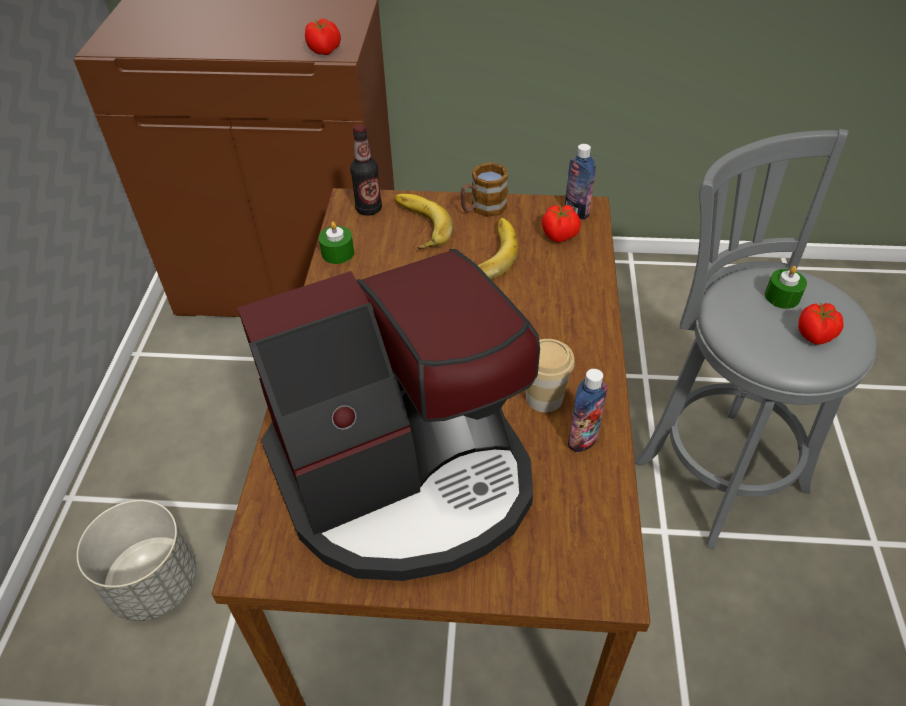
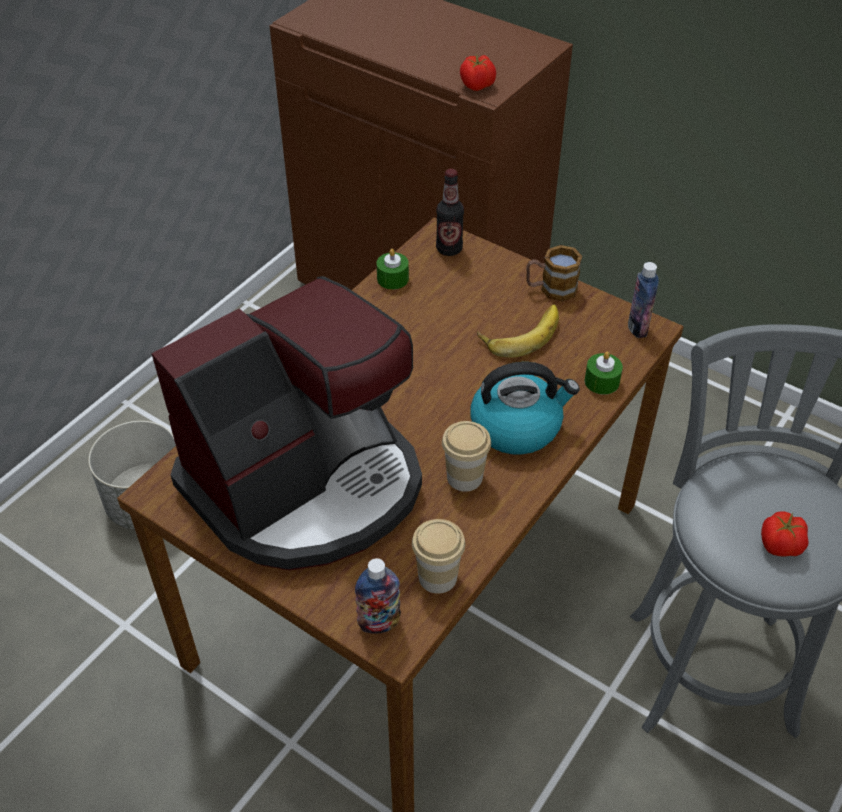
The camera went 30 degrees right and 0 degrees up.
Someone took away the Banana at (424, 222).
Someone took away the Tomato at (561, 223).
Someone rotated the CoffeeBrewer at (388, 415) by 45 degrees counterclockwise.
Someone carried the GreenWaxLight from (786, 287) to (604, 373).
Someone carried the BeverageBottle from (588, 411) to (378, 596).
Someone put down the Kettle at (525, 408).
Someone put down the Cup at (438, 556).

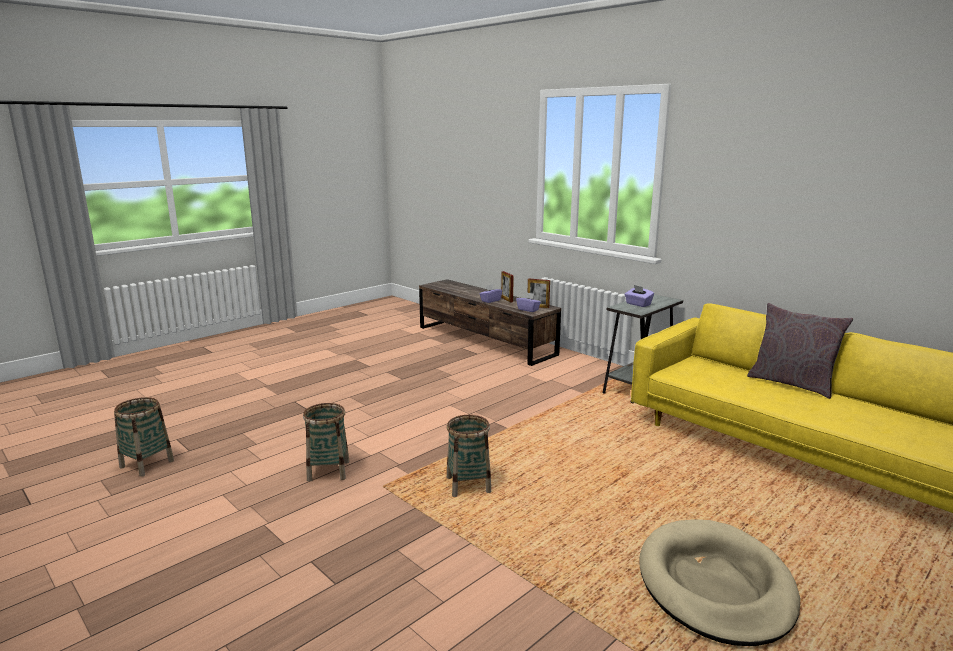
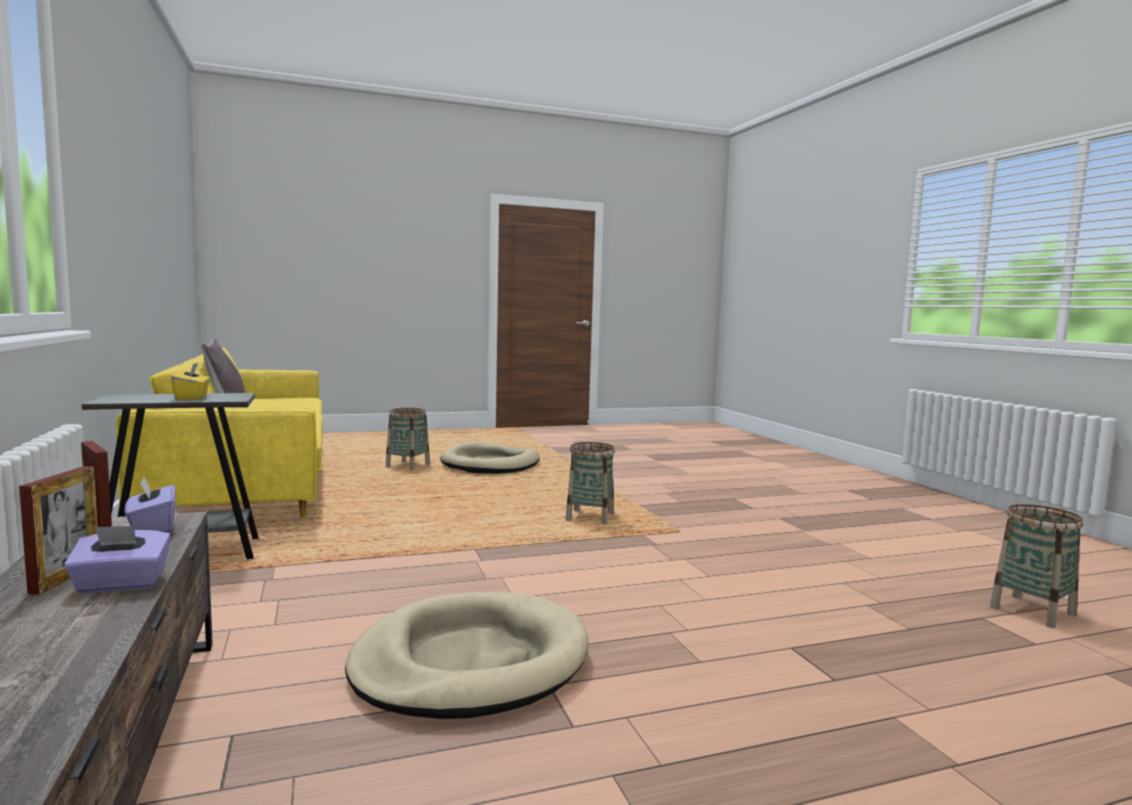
The camera went 155 degrees left and 10 degrees down.
Someone repainted the PurpleColouredTissueHolder at (639, 296), which became the YellowTissueHolder at (190, 381).
Someone carried the Basket from (326, 442) to (408, 439).
Someone put down the BeigeColouredPetBed at (467, 655).

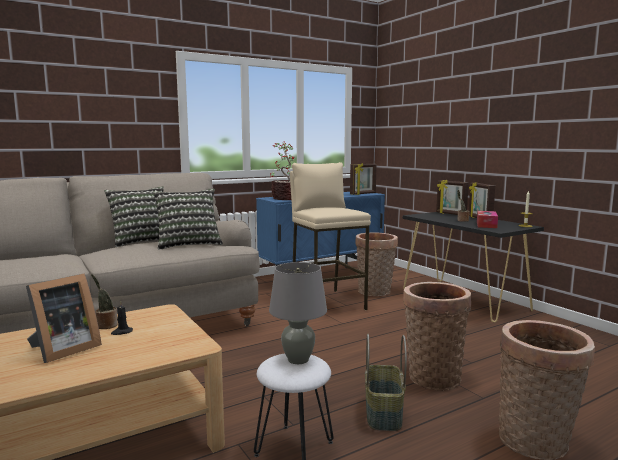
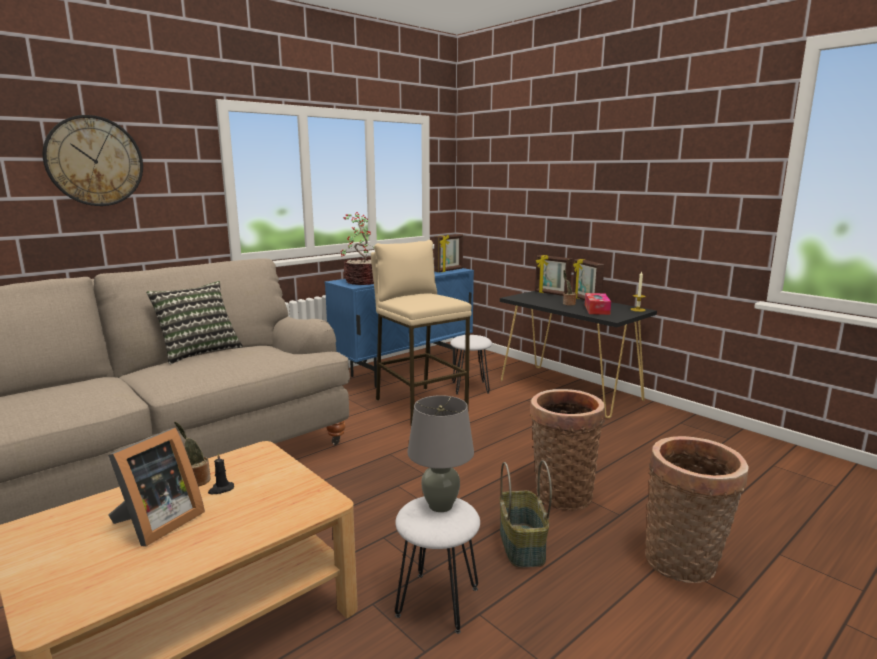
The camera went 10 degrees left and 5 degrees up.
Someone took away the Cushion at (188, 219).
Someone swapped the Basket at (376, 264) for the WhiteColouredSittingStool at (471, 364).
Someone put up the ClockOnTheWall at (93, 160).

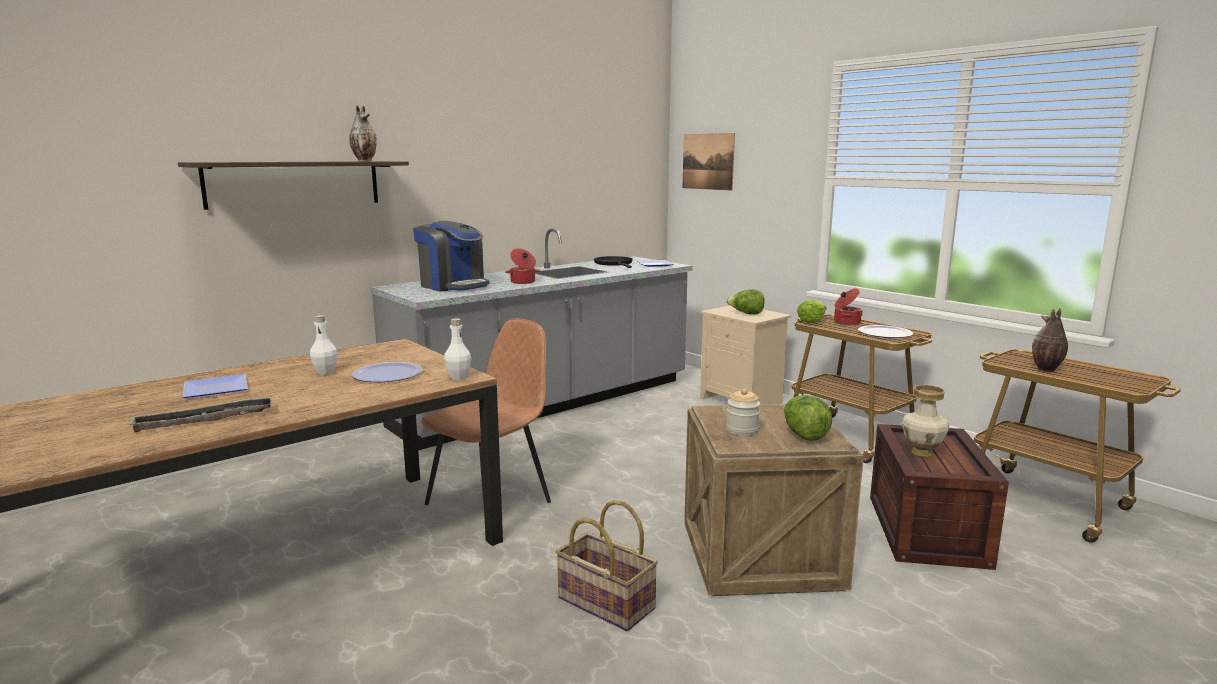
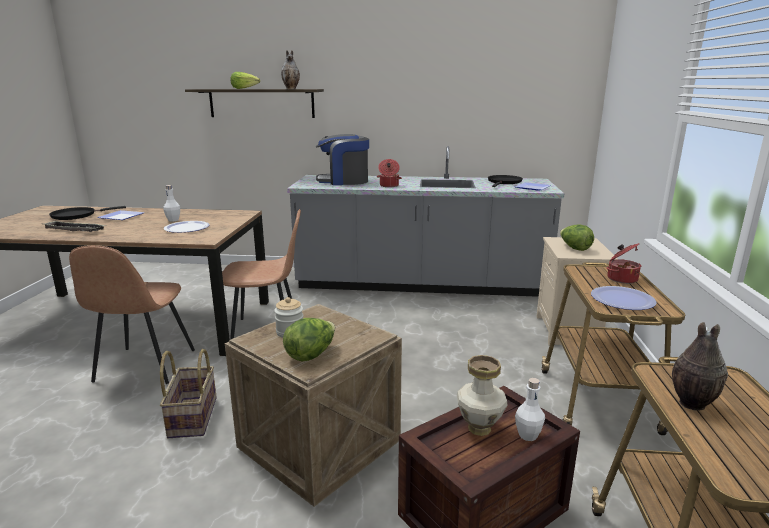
The camera went 45 degrees right and 5 degrees up.
Someone took away the WallPicture at (709, 162).
Someone rotated the CoffeeBrewer at (451, 256) by 90 degrees clockwise.
Someone carried the HeadOfLettuce from (812, 311) to (245, 80).
Someone carried the WhiteColouredBeverageBottle from (457, 349) to (530, 409).
Someone put down the BlackColouredPan at (87, 213).
Someone put down the BrownColouredUprightChair at (132, 314).

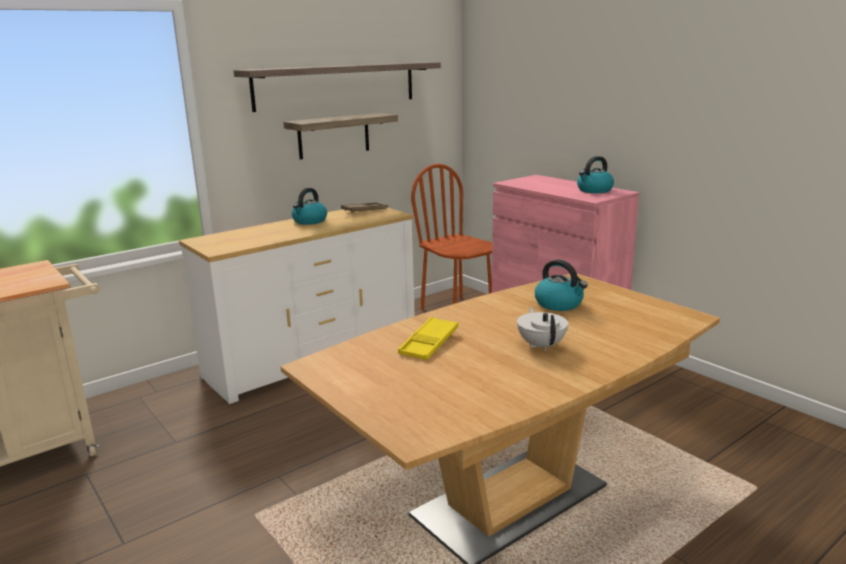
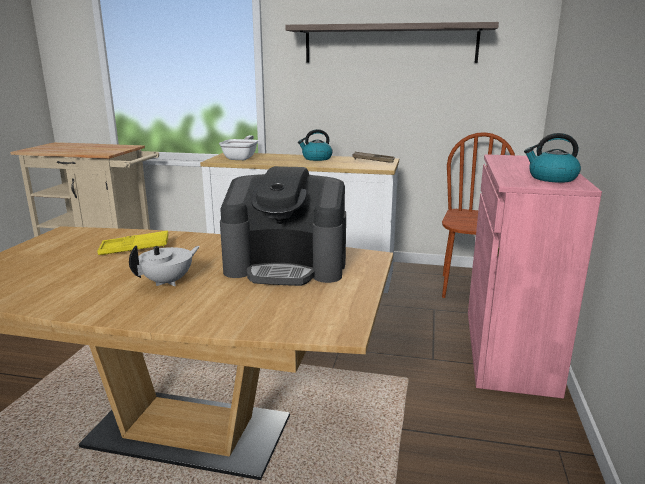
The camera went 50 degrees right and 0 degrees up.
Someone took away the WallShelf at (340, 136).
Someone swapped the Kettle at (561, 285) for the CoffeeBrewer at (283, 226).
Someone put down the Pan at (238, 147).

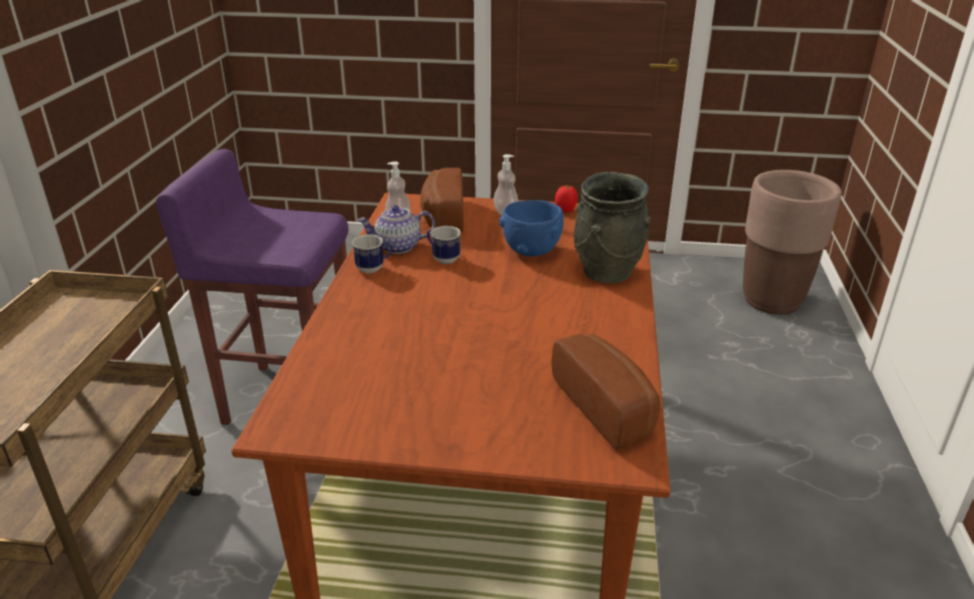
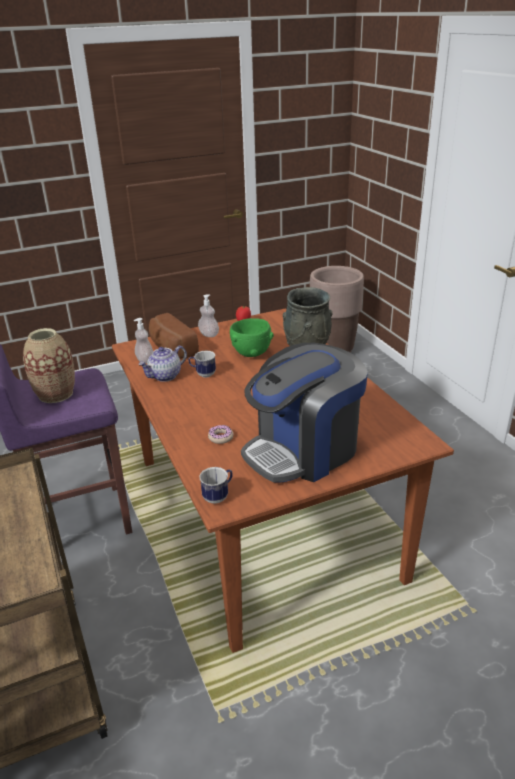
The camera went 30 degrees left and 0 degrees up.
Someone repainted the BluishDeepDish at (531, 228), which became the GreenDeepDish at (252, 337).
Someone carried the CoffeeMug from (372, 253) to (216, 485).
Someone took away the BakeryBread at (606, 392).
Someone put down the DecorativeVase at (49, 365).
Someone put down the CoffeeBrewer at (304, 413).
Someone put down the Donut at (221, 434).

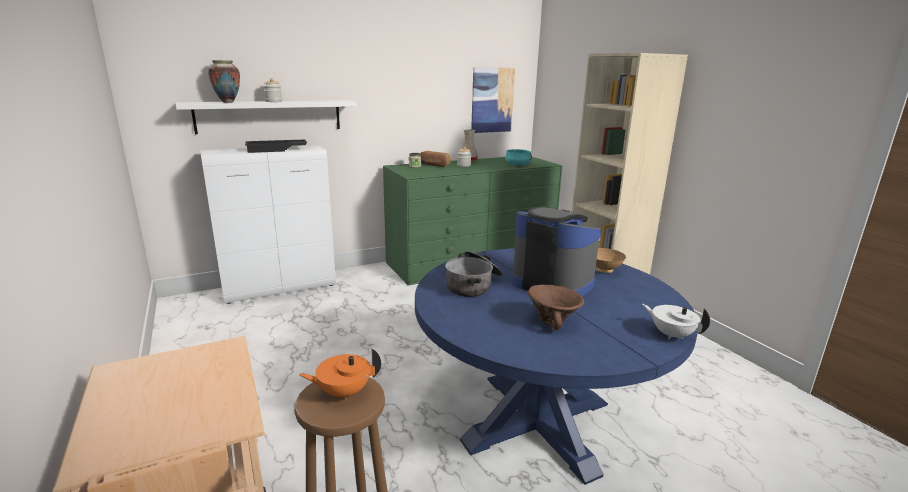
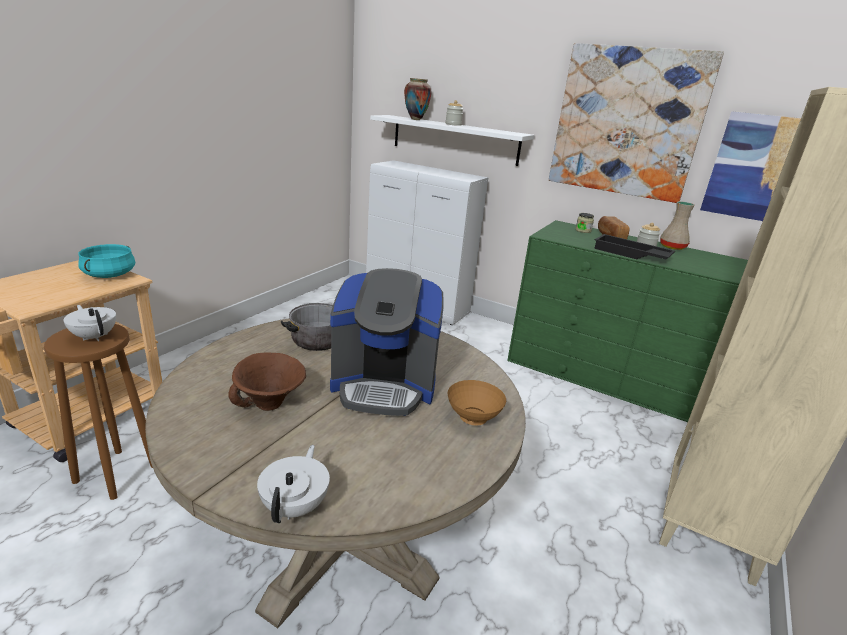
The camera went 55 degrees right and 5 degrees up.
Someone carried the BlackColouredServingTray from (276, 146) to (634, 246).
Someone carried the TurquoiseColouredStockpot from (518, 157) to (106, 261).
Someone rotated the CoffeeBrewer at (556, 252) by 90 degrees clockwise.
Someone repainted the BluishDiningTable at (556, 366), which became the BeigeColouredDiningTable at (335, 473).
Someone repainted the OrangeyPotForTea at (340, 374), which became the WhiteColouredPotForTea at (89, 323).
Someone put up the WallPicture at (636, 123).

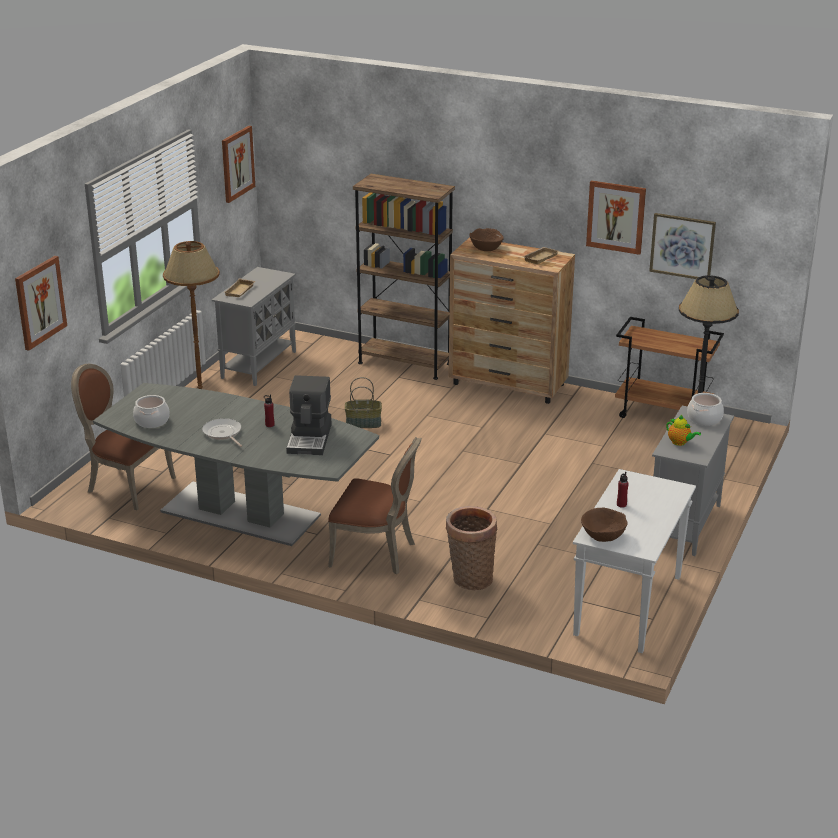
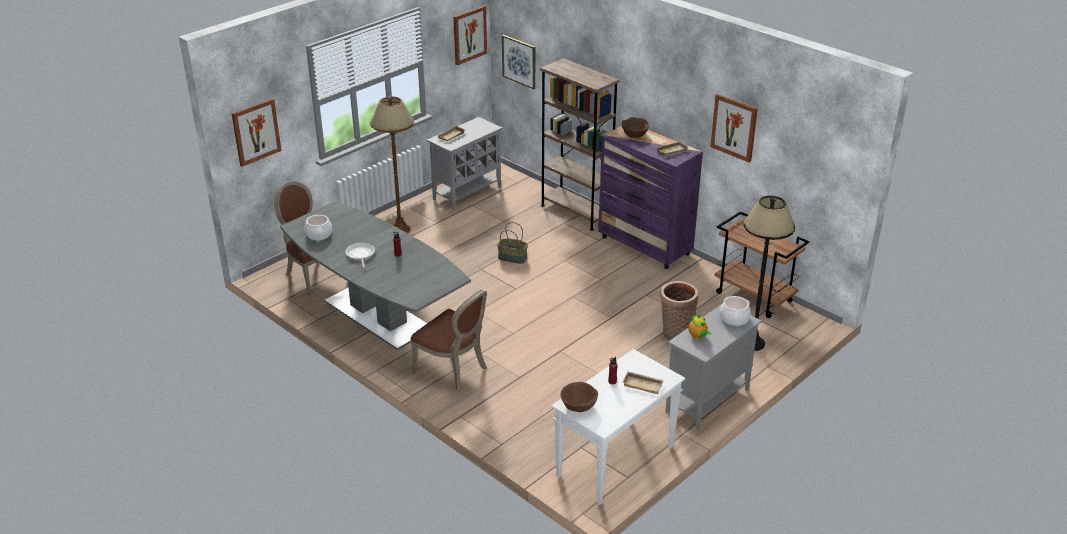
The camera went 20 degrees right and 5 degrees up.
Someone carried the WallPicture from (682, 246) to (518, 62).
Someone repainted the BrownColouredDrawerChest at (512, 320), which became the PurpleColouredDrawerChest at (650, 197).
Someone took away the CoffeeBrewer at (309, 415).
Someone carried the Basket from (471, 548) to (679, 311).
Someone put down the BeigeColouredServingTray at (643, 382).

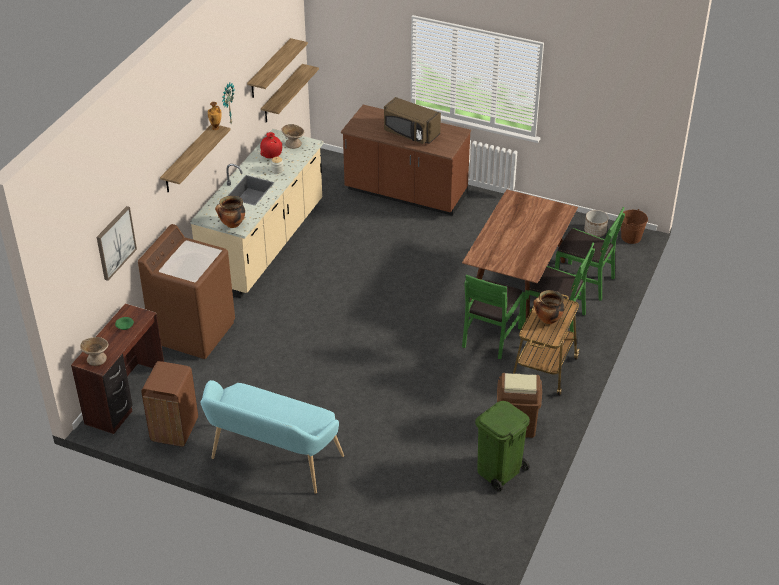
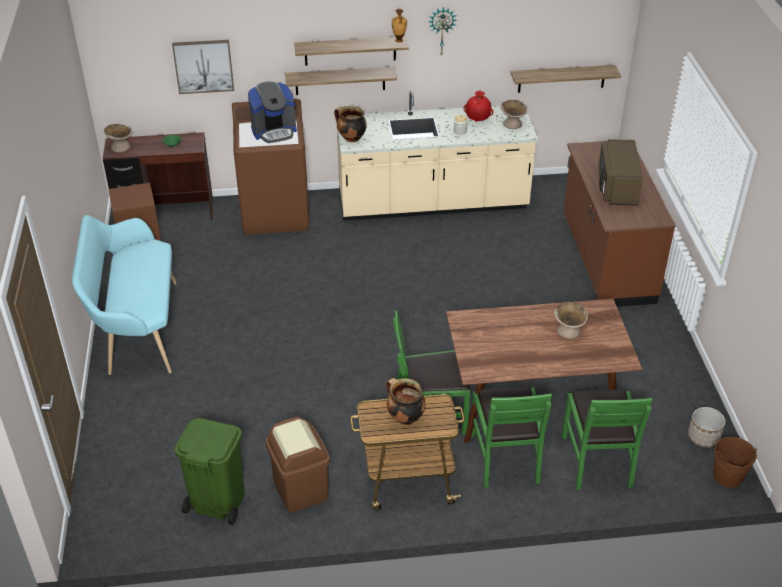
The camera went 60 degrees right and 0 degrees up.
Someone carried the WallShelf from (277, 68) to (341, 81).
Someone put down the CoffeeBrewer at (272, 112).
Someone put down the BeigeColouredDeepDish at (571, 320).

